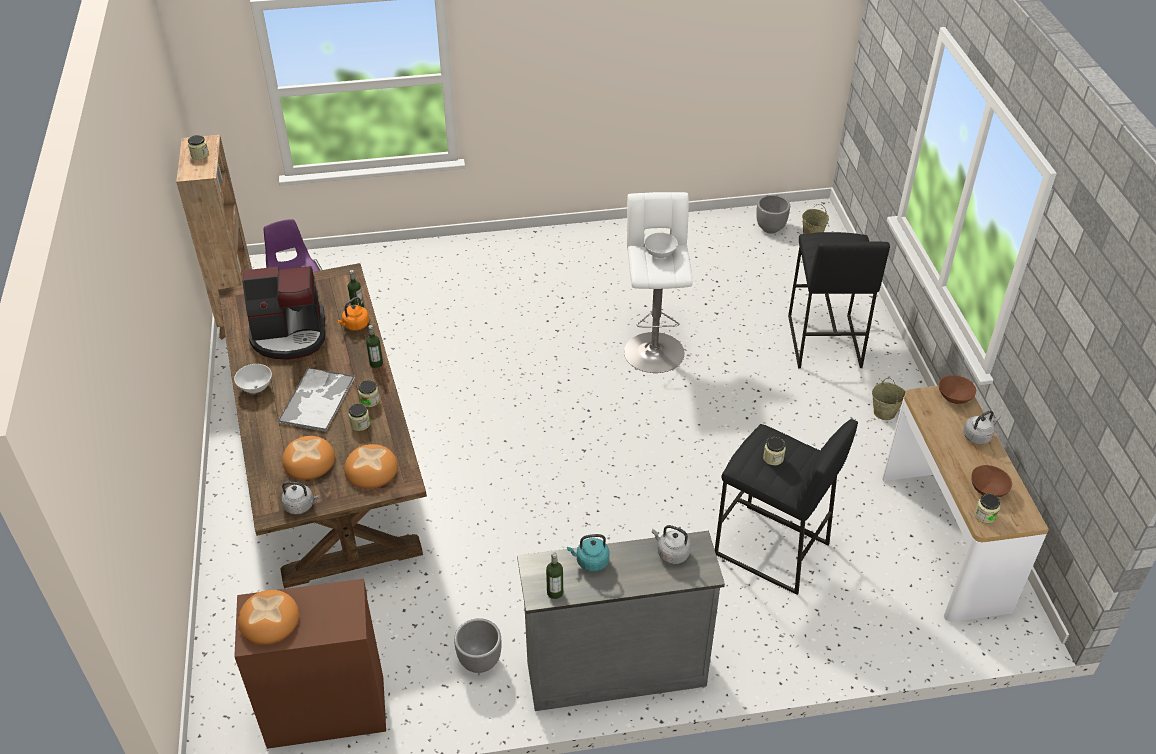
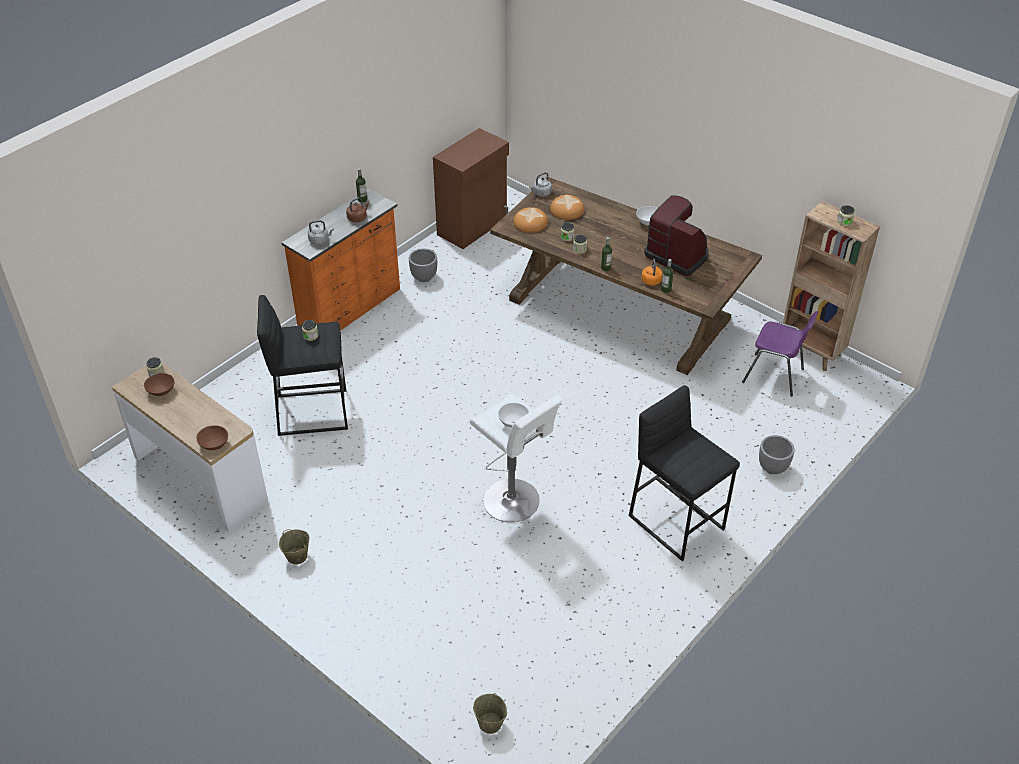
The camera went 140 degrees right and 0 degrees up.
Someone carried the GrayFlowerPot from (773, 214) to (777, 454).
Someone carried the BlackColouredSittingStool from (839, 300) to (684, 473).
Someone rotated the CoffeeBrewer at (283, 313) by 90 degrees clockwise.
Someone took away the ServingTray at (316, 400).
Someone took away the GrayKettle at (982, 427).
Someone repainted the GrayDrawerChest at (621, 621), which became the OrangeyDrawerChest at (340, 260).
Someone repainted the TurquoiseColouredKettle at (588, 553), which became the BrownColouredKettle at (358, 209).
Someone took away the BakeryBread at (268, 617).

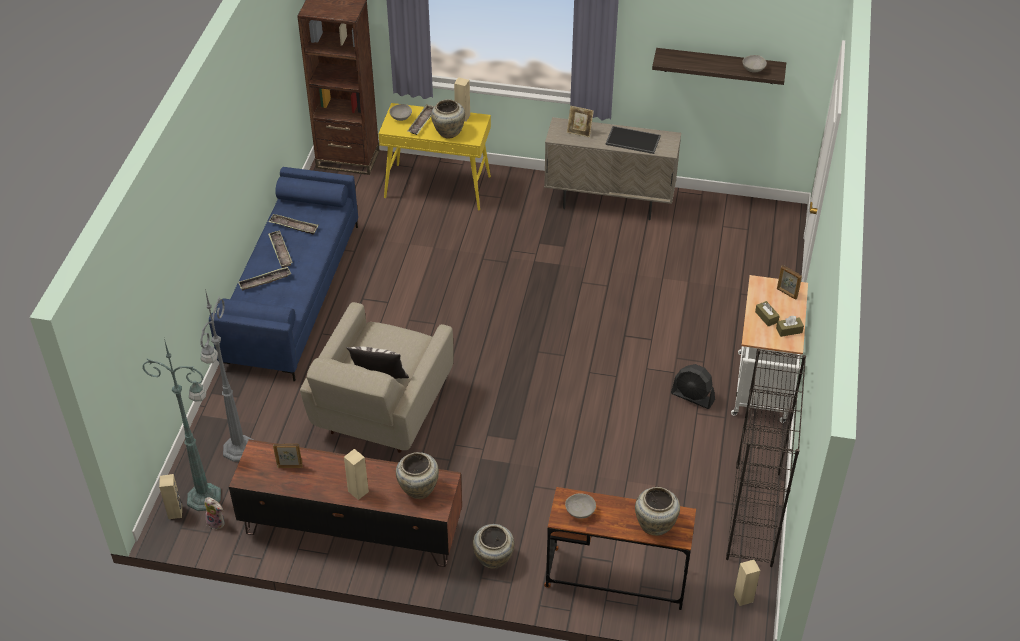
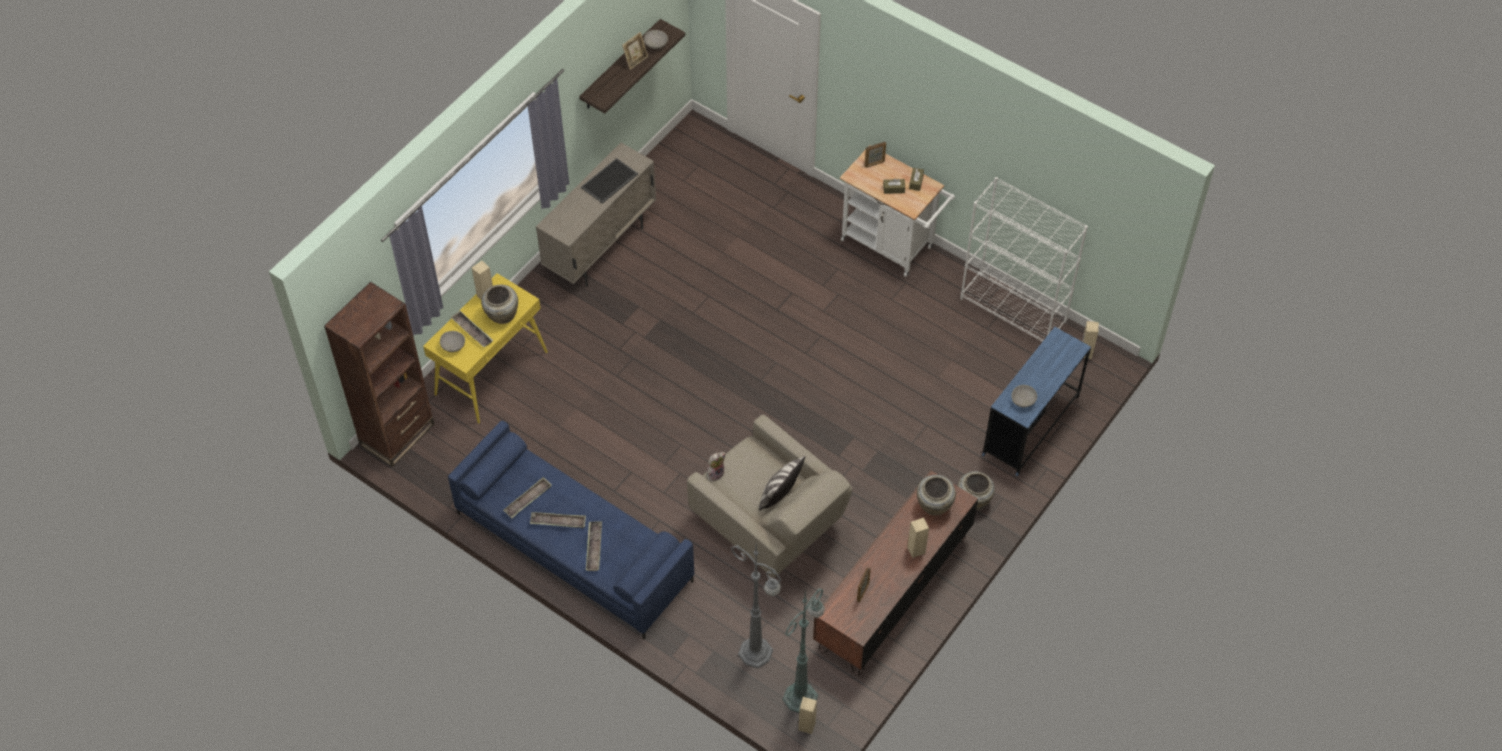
The camera went 65 degrees left and 10 degrees up.
Someone carried the StandingFrame from (580, 121) to (635, 51).
Someone repainted the BlackColouredBookshelf at (766, 458), which became the WhiteColouredBookshelf at (1024, 259).
Someone took away the BlackColouredCoolingFan at (693, 386).
Someone repainted the BrownColouredDeskUnit at (620, 548), which became the BluishDeskUnit at (1036, 401).
Someone took away the BeigeColouredDecorativeVase at (657, 511).
Someone carried the PlushToy from (214, 513) to (716, 466).

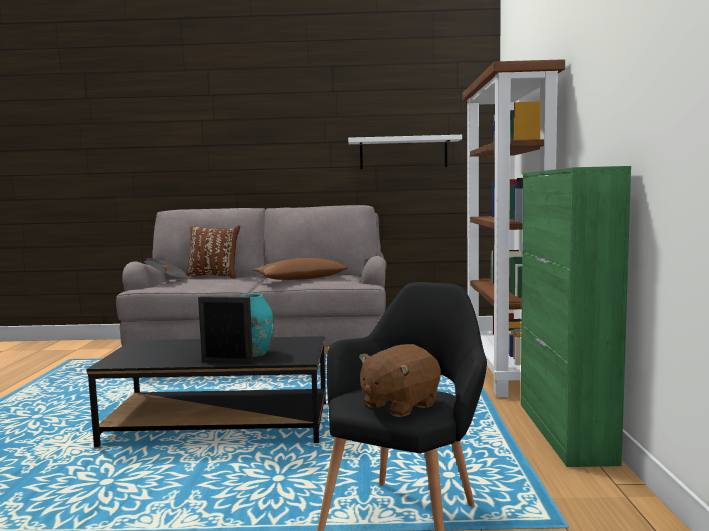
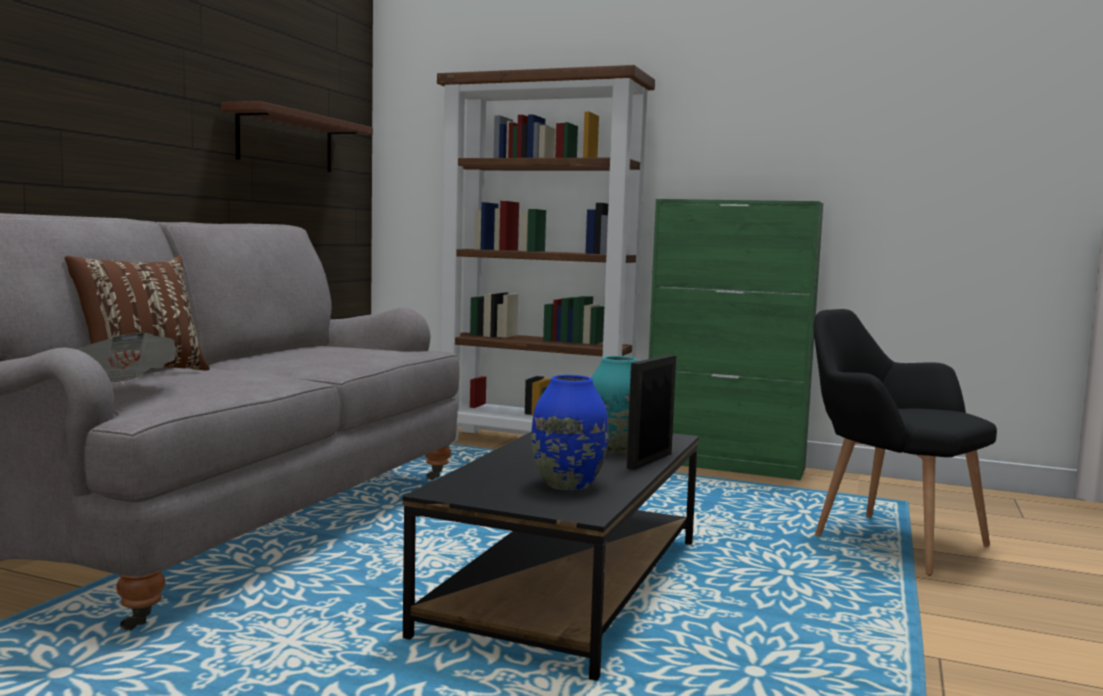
The camera went 70 degrees left and 0 degrees up.
Someone repainted the WhiteColouredWallShelf at (405, 152), which became the BrownColouredWallShelf at (297, 136).
Someone took away the BrownColouredCushion at (300, 269).
Someone took away the BrownColouredPlushToy at (400, 380).
Someone put down the BluishDecorativeVase at (570, 432).

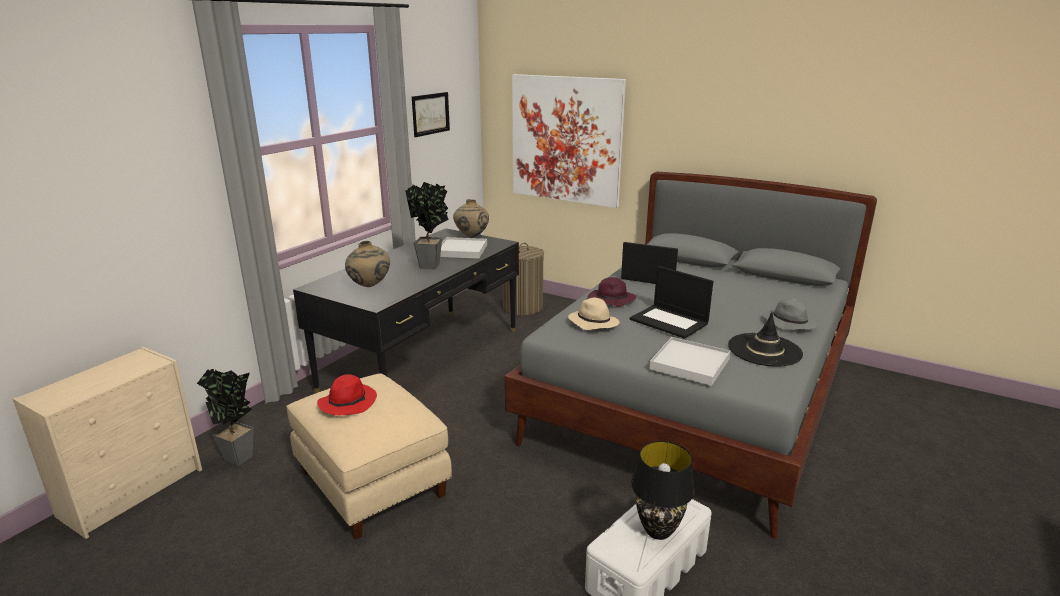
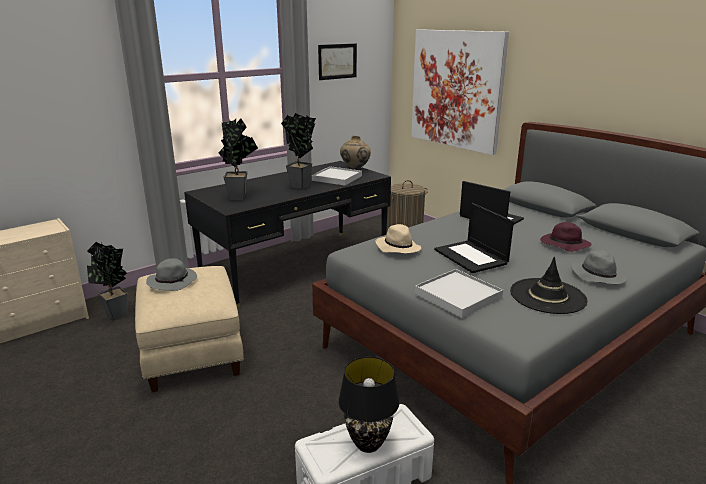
The camera went 20 degrees right and 0 degrees up.
Someone swapped the BeigeColouredDecorativeVase at (367, 264) for the Houseplant at (238, 159).
Someone carried the PurpleColouredClothingHat from (612, 292) to (566, 237).
Someone repainted the RedColouredClothingHat at (347, 394), which became the GrayClothingHat at (171, 274).

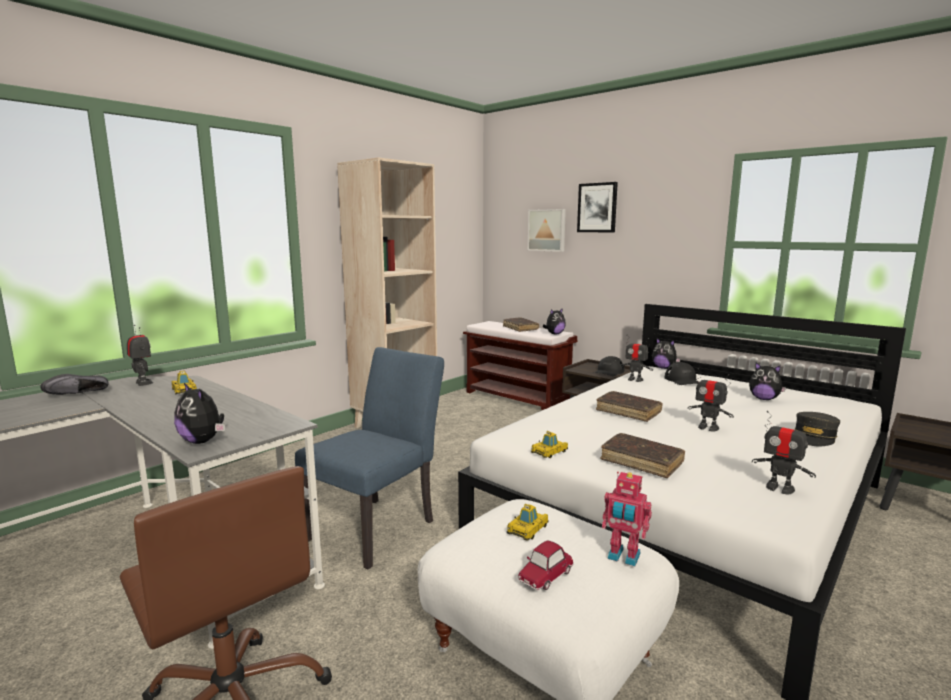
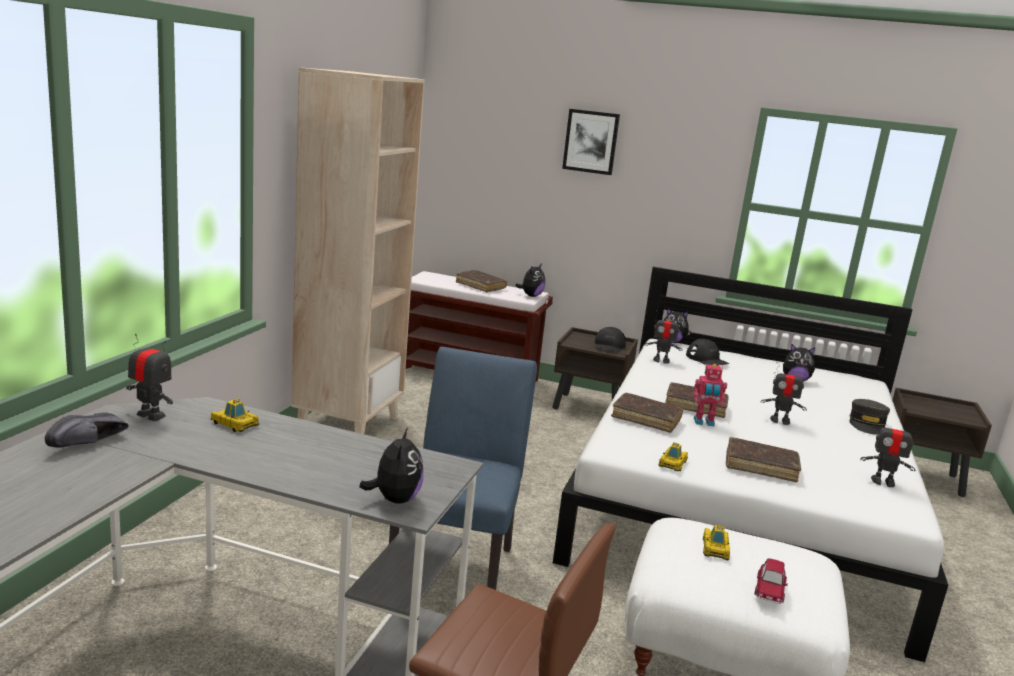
The camera went 25 degrees left and 5 degrees up.
Someone took away the WallPicture at (547, 230).
Someone rotated the PlushToy at (199, 413) by 105 degrees counterclockwise.
Someone carried the ModelRobot from (627, 519) to (710, 395).
Someone put down the BrownColouredVolume at (647, 413).

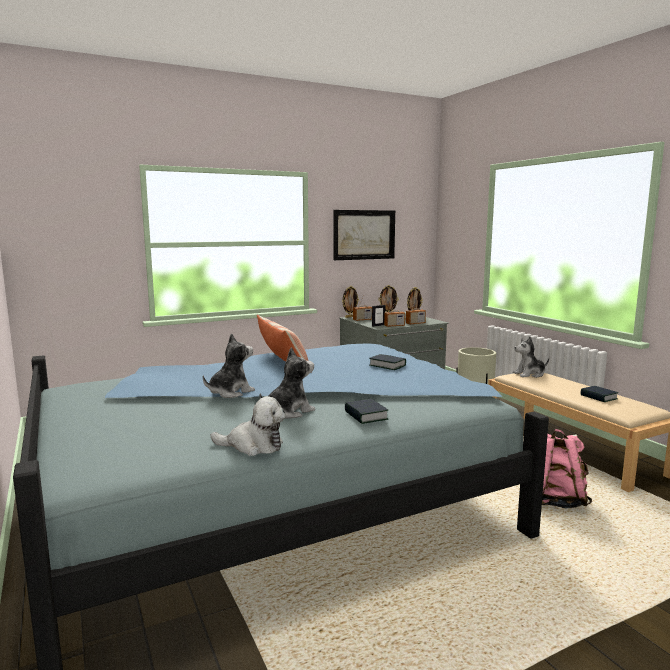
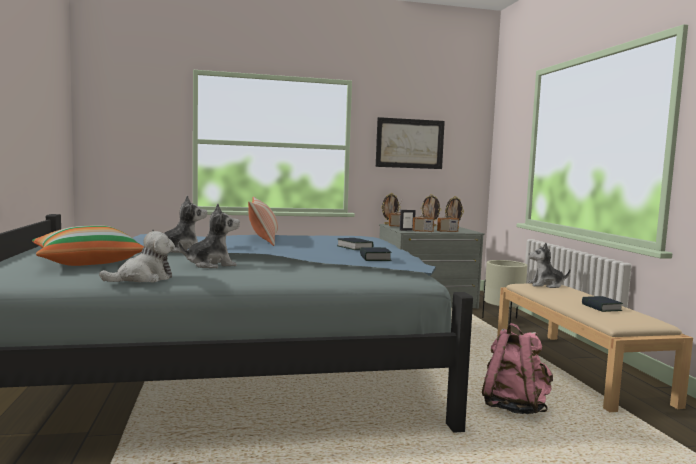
The camera went 15 degrees right and 5 degrees down.
Someone rotated the PlushToy at (248, 426) by 60 degrees counterclockwise.
Someone carried the Volume from (366, 411) to (376, 254).
Someone put down the Cushion at (88, 245).

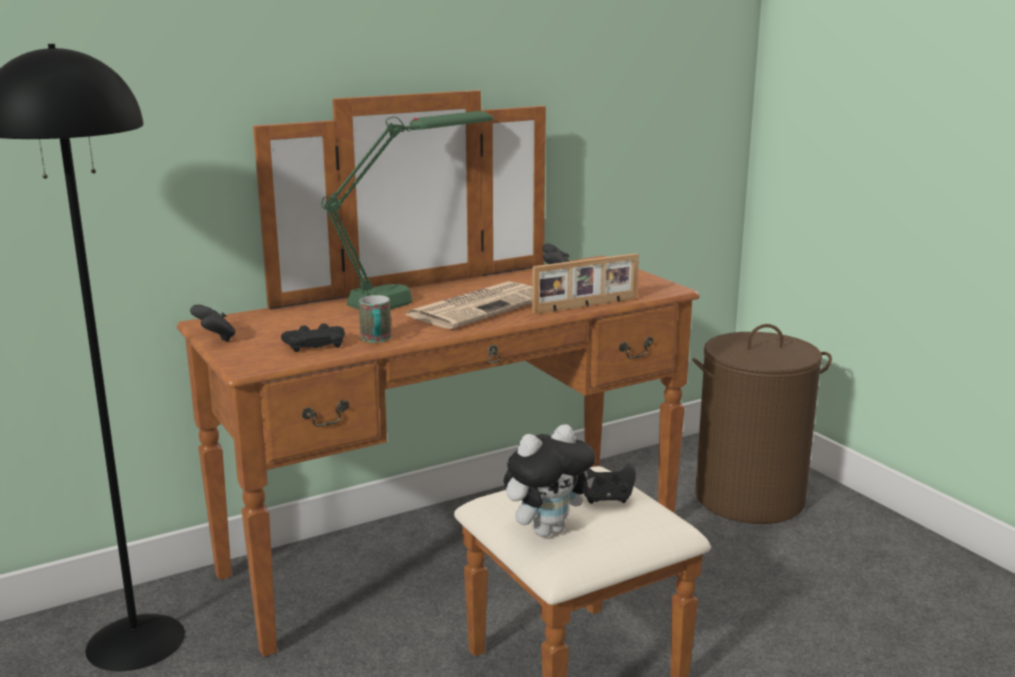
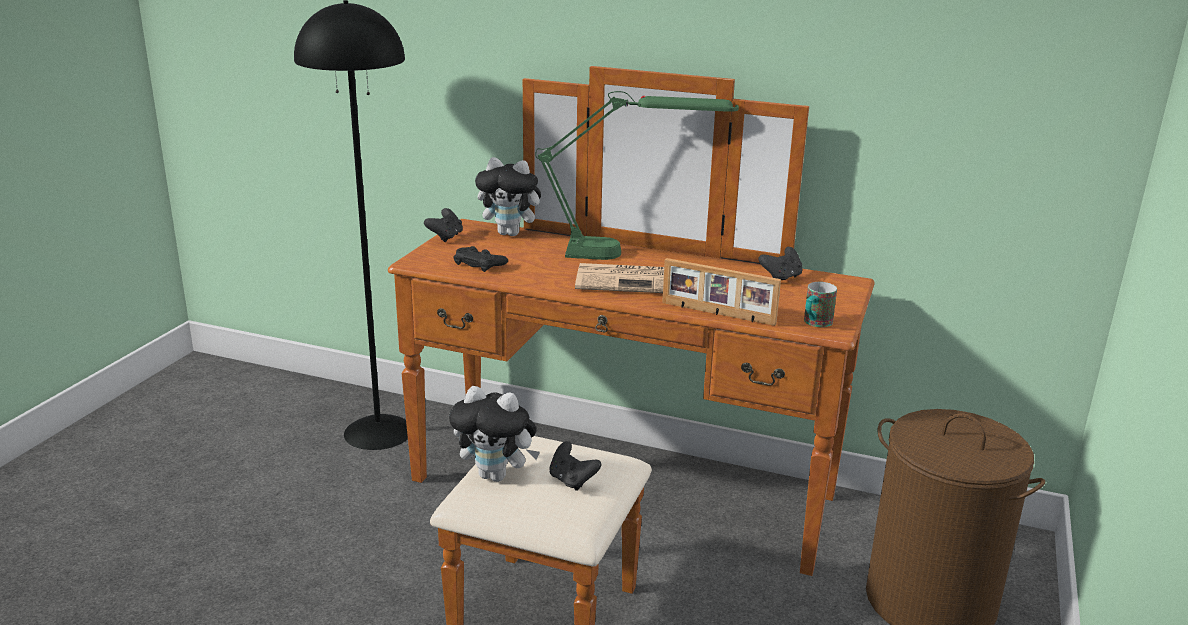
The camera went 50 degrees right and 5 degrees up.
Someone carried the CoffeeMug from (375, 319) to (820, 304).
Someone put down the PlushToy at (511, 196).

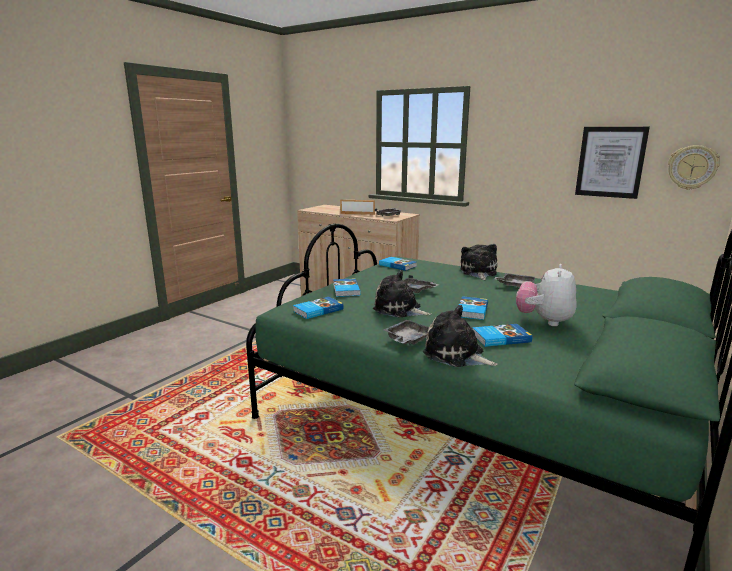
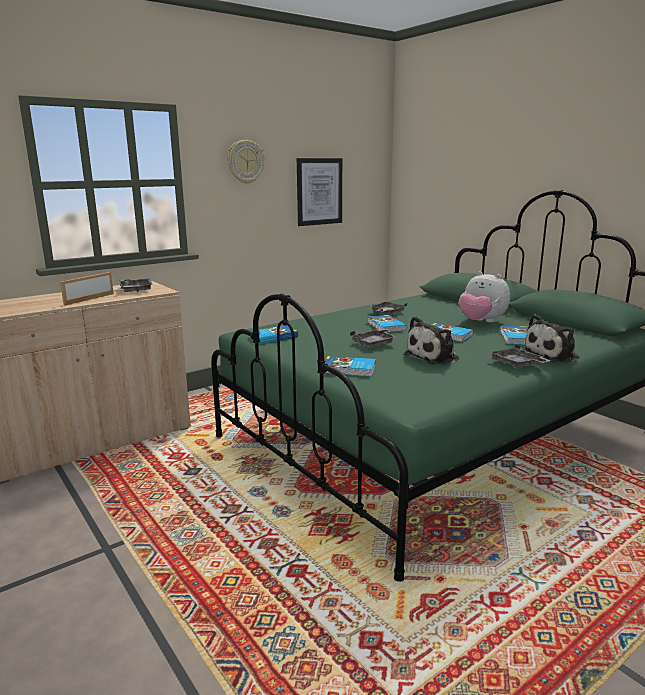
The camera went 70 degrees left and 0 degrees up.
Someone carried the ClockOnTheWall from (694, 167) to (246, 162).
Someone took away the PlushToy at (478, 262).
Someone carried the Volume from (318, 308) to (387, 323).

